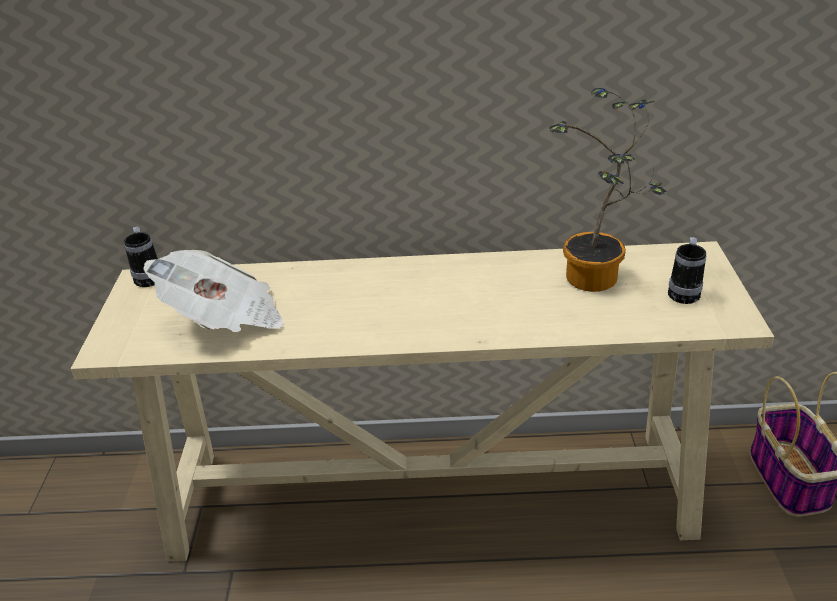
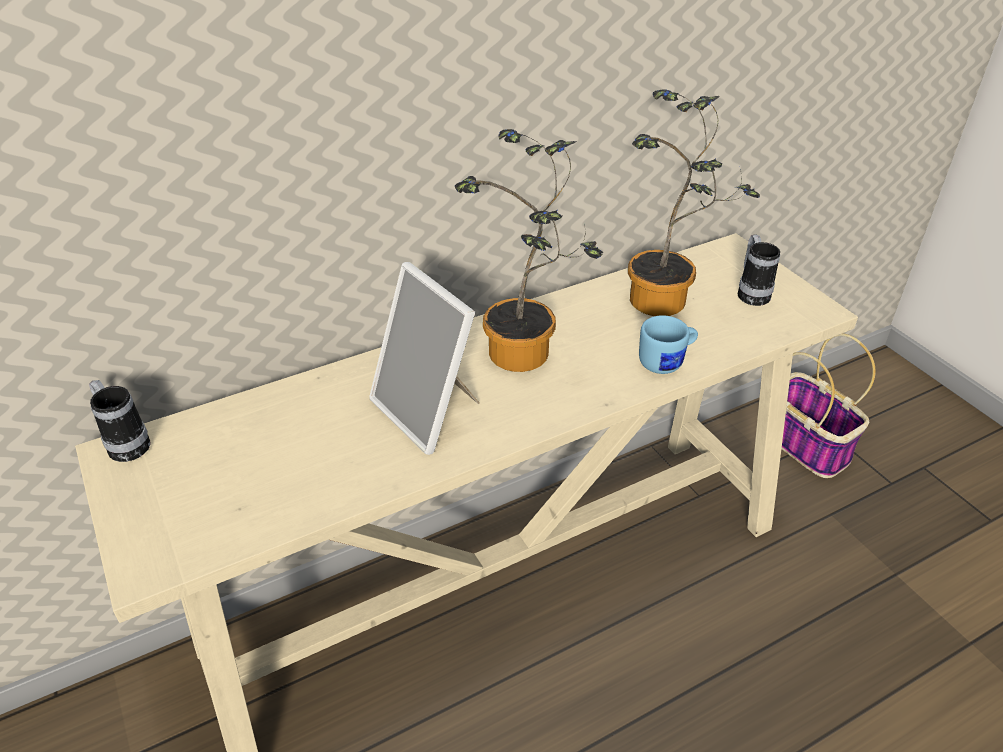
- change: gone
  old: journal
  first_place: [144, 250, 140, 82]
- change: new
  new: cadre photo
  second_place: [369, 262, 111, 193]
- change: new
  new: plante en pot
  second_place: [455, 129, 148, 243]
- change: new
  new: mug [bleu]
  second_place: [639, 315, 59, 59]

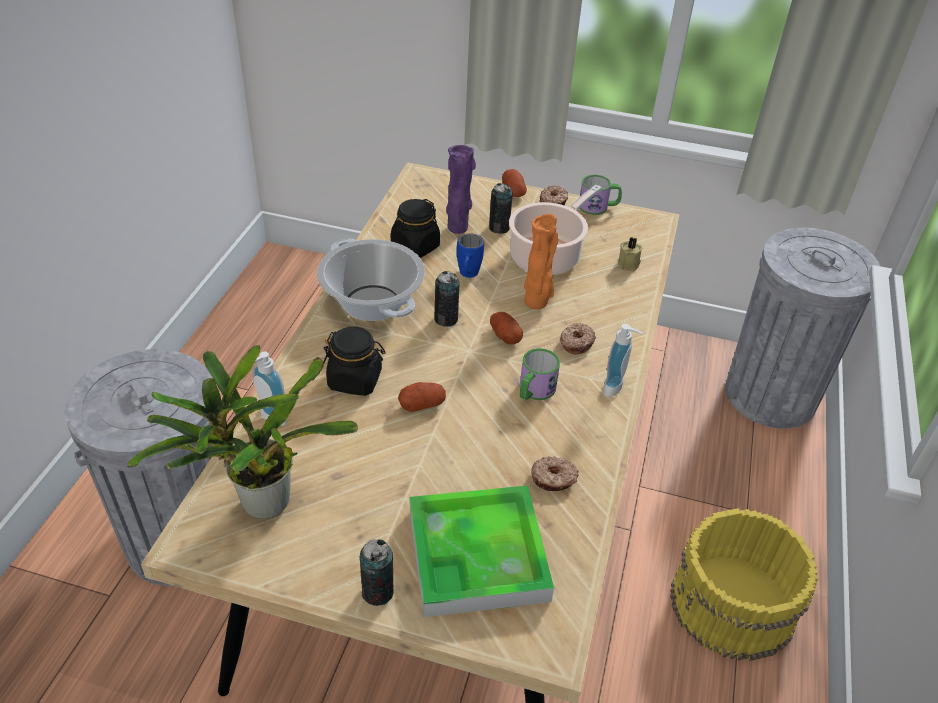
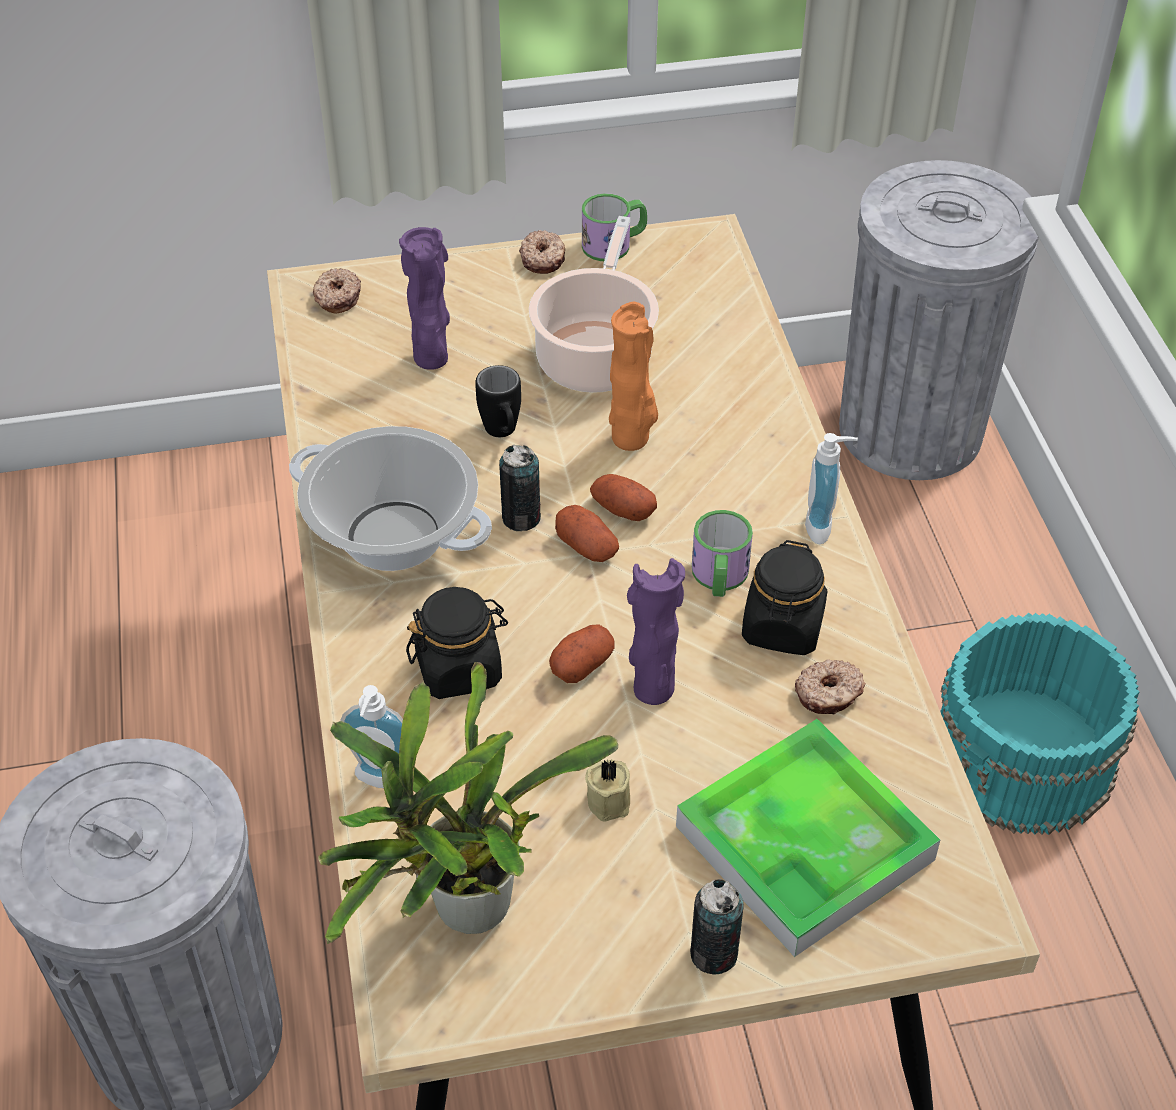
- change: shifted
  old: bocal [noir]
  first_place: [391, 199, 49, 59]
  second_place: [742, 540, 85, 115]
- change: repainted
  old: mug [bleu]
  new: mug [noir]
  first_place: [457, 233, 27, 45]
  second_place: [475, 365, 46, 72]
- change: gone
  old: boîte métallique
  first_place: [489, 183, 24, 51]
- change: shifted
  old: pomme de terre
  first_place: [502, 169, 25, 28]
  second_place: [555, 505, 64, 57]
- change: shifted
  old: beignet
  first_place: [560, 323, 36, 31]
  second_place: [313, 268, 48, 45]
- change: shifted
  old: bougie [beige]
  first_place: [618, 237, 24, 34]
  second_place: [585, 759, 45, 63]
- change: repainted
  old: seau [jaune]
  new: seau [turquoise]
  first_place: [670, 508, 148, 153]
  second_place: [940, 613, 200, 222]
- change: new
  new: vase [violet]
  second_place: [627, 558, 58, 147]

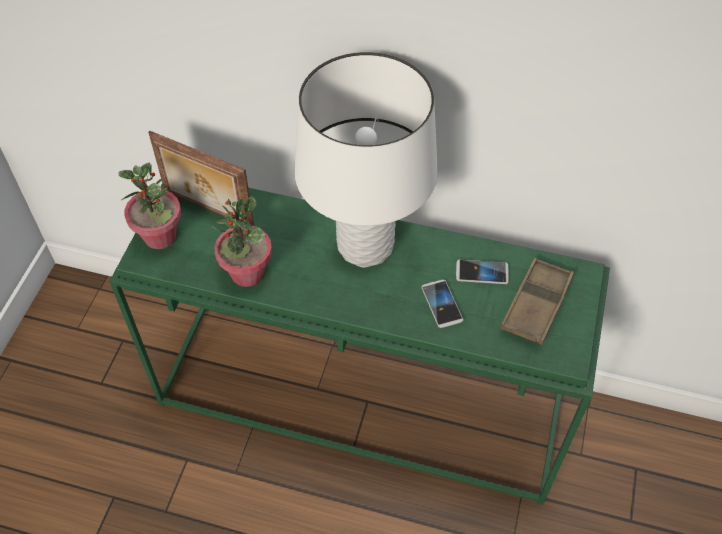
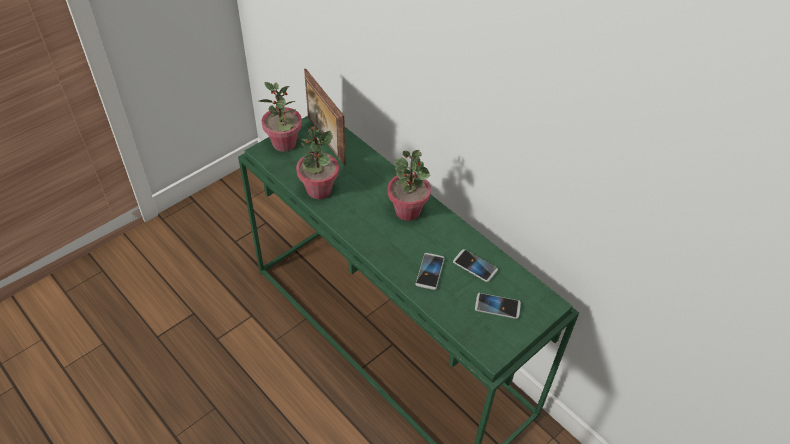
- change: swapped
  old: lampe de table [blanc]
  new: plante en pot
  first_place: [294, 52, 144, 216]
  second_place: [388, 150, 43, 71]
- change: swapped
  old: plateau [marron]
  new: téléphone
  first_place: [500, 258, 74, 87]
  second_place: [475, 293, 46, 26]

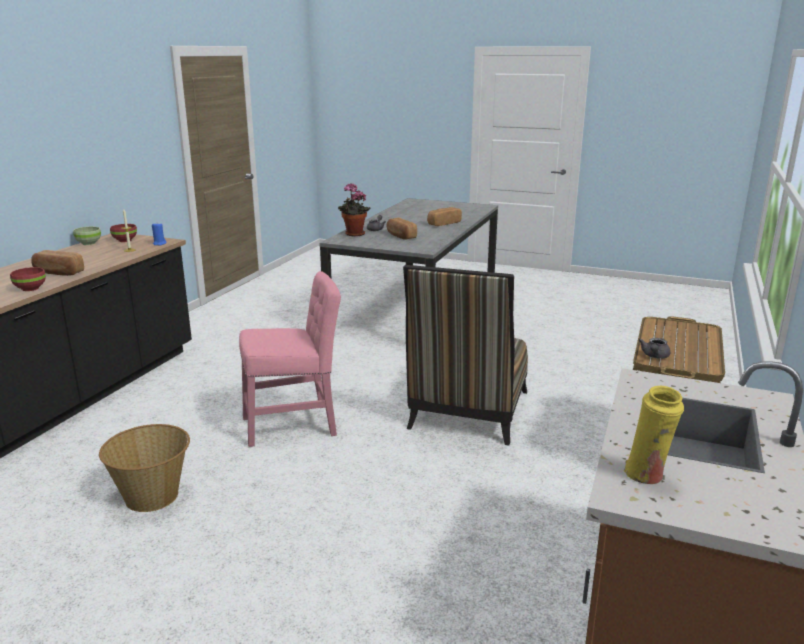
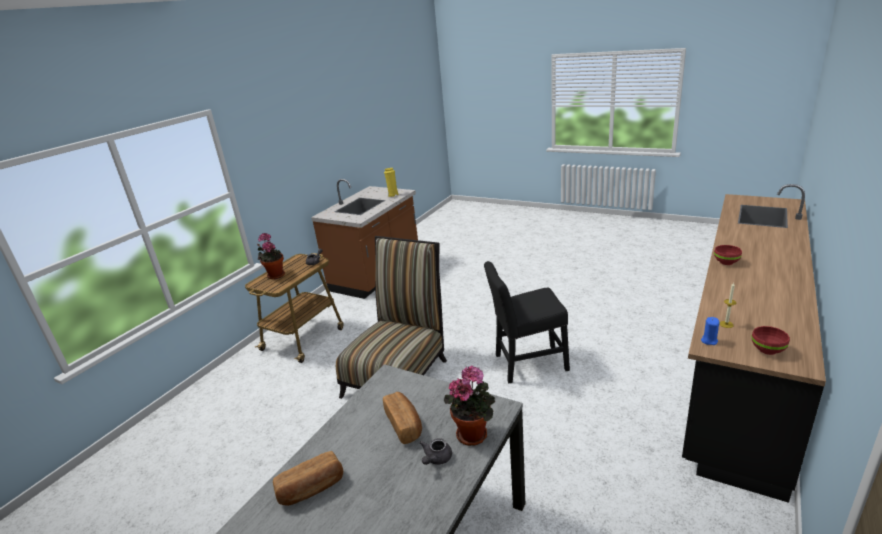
- change: gone
  old: pain
  first_place: [31, 250, 53, 26]
- change: gone
  old: bol [vert]
  first_place: [73, 226, 28, 19]
- change: gone
  old: panier
  first_place: [99, 424, 91, 88]
- change: repainted
  old: chaise [rose]
  new: chaise [noir]
  first_place: [239, 271, 102, 176]
  second_place: [484, 261, 86, 122]
- change: new
  new: plante en pot
  second_place: [257, 233, 28, 46]

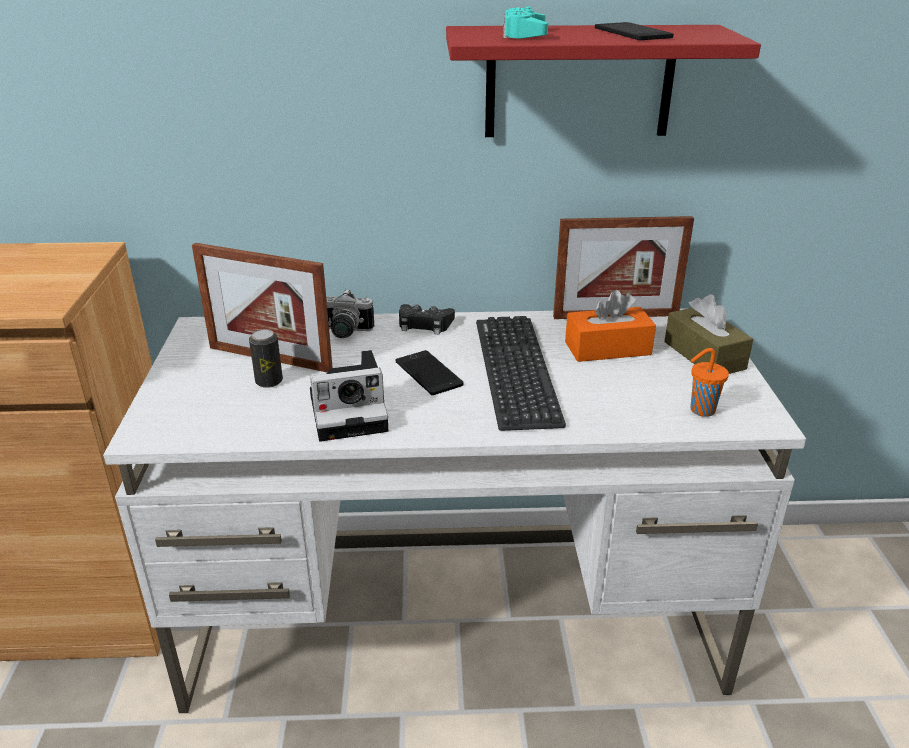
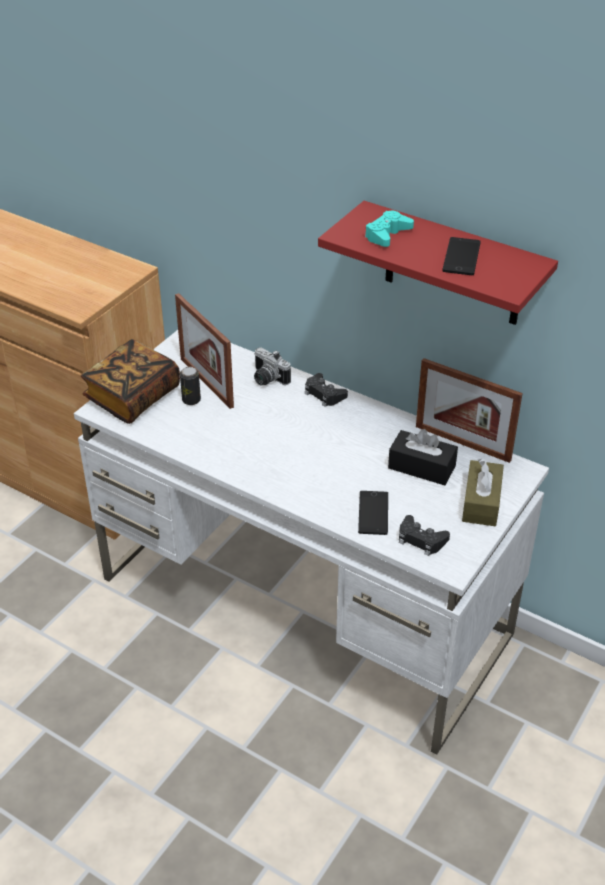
- change: gone
  old: appareil photo
  first_place: [310, 350, 78, 92]
- change: shifted
  old: téléphone
  first_place: [396, 350, 68, 45]
  second_place: [358, 491, 30, 44]
- change: gone
  old: clavier
  first_place: [476, 316, 90, 115]
- change: repainted
  old: boîte à mouchoirs [orange]
  new: boîte à mouchoirs [noir]
  first_place: [565, 290, 91, 72]
  second_place: [388, 429, 70, 56]
- change: swapped
  old: tasse [orange]
  new: manette [noir]
  first_place: [691, 348, 38, 69]
  second_place: [399, 515, 51, 41]
- change: new
  new: livre
  second_place: [81, 339, 99, 85]

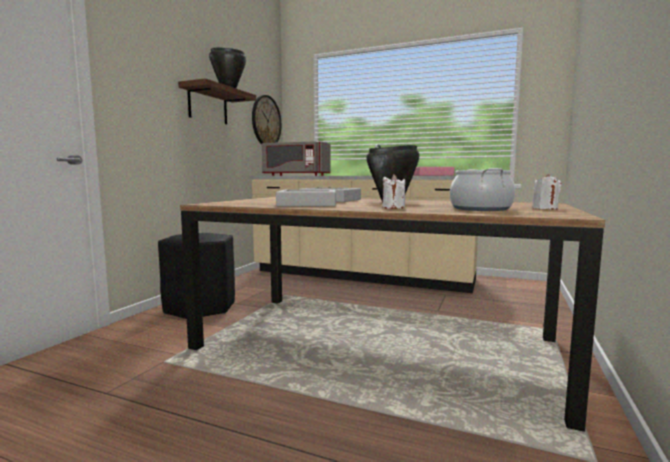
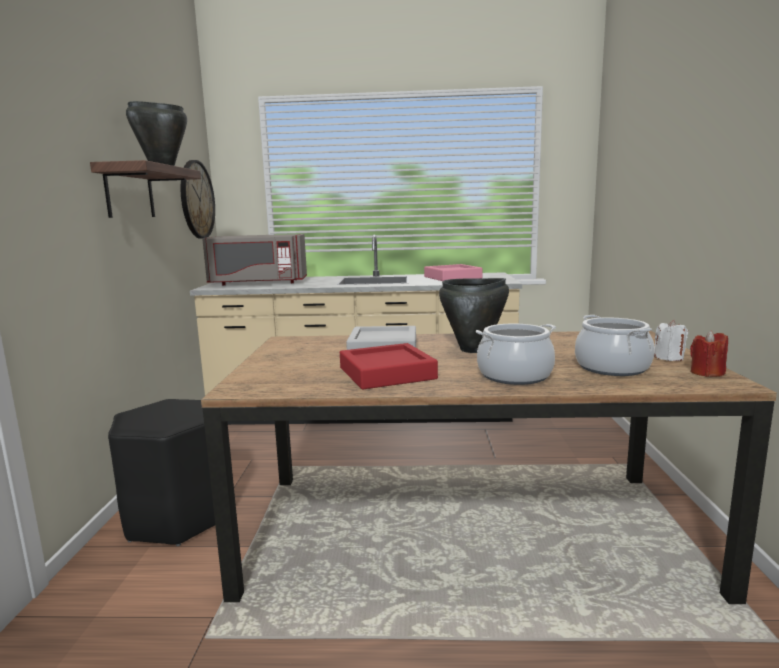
- change: repainted
  old: plateau [gris]
  new: plateau [rouge]
  first_place: [276, 190, 60, 17]
  second_place: [340, 343, 98, 46]
- change: swapped
  old: bougie [blanc]
  new: marmite
  first_place: [382, 174, 23, 35]
  second_place: [476, 324, 80, 61]
- change: new
  new: bougie [rouge]
  second_place: [690, 331, 38, 46]

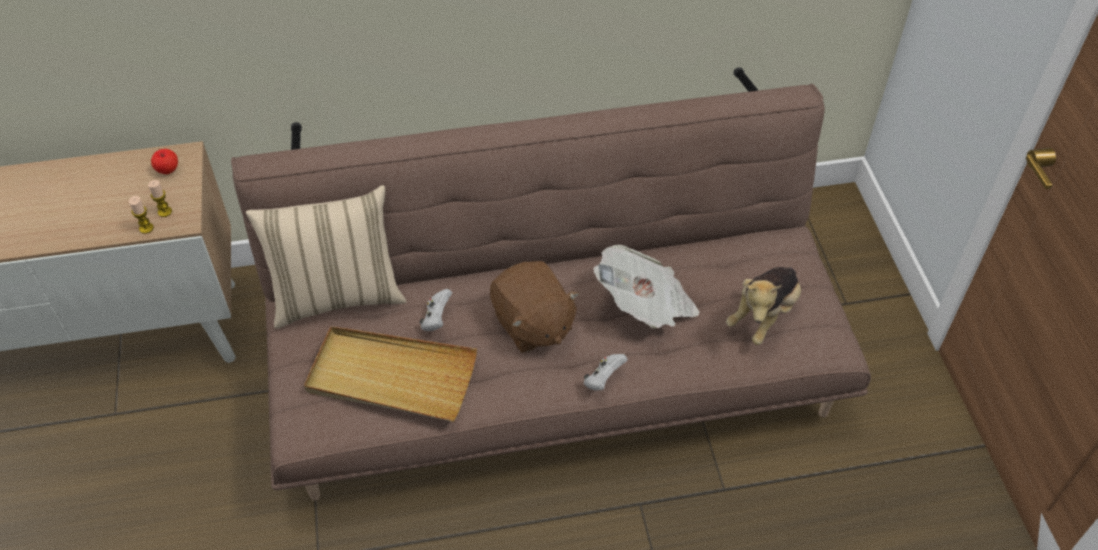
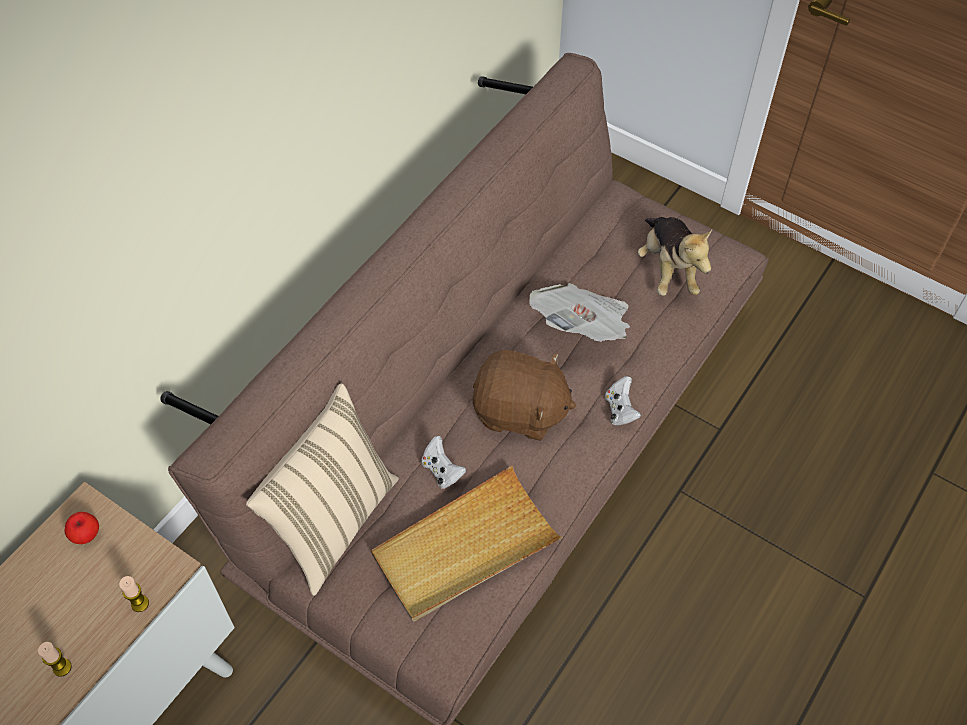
- change: shifted
  old: bougie
  first_place: [148, 180, 24, 37]
  second_place: [38, 642, 34, 35]

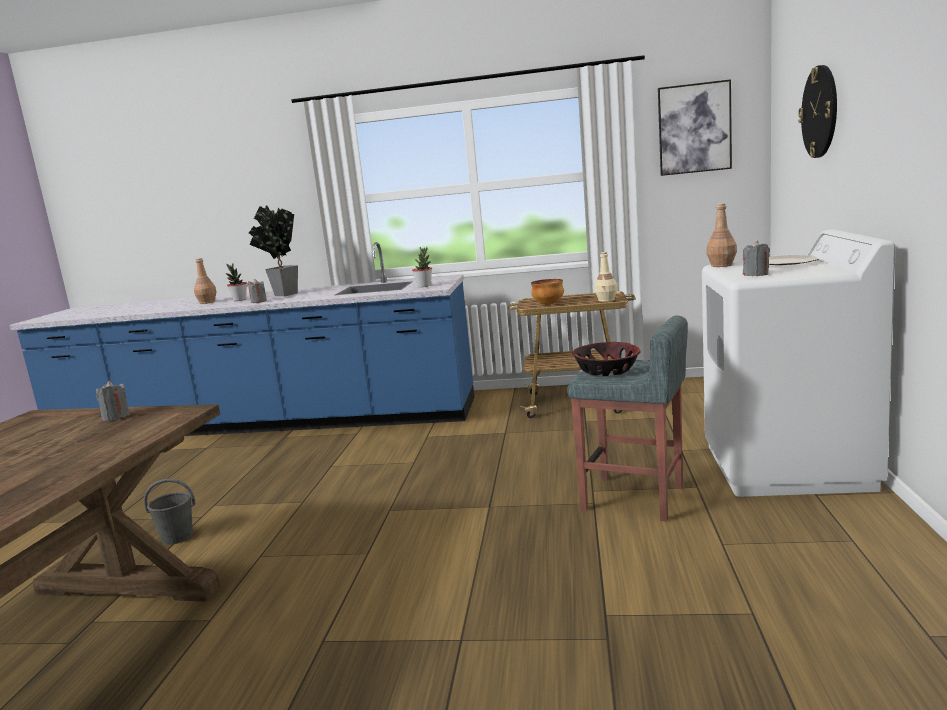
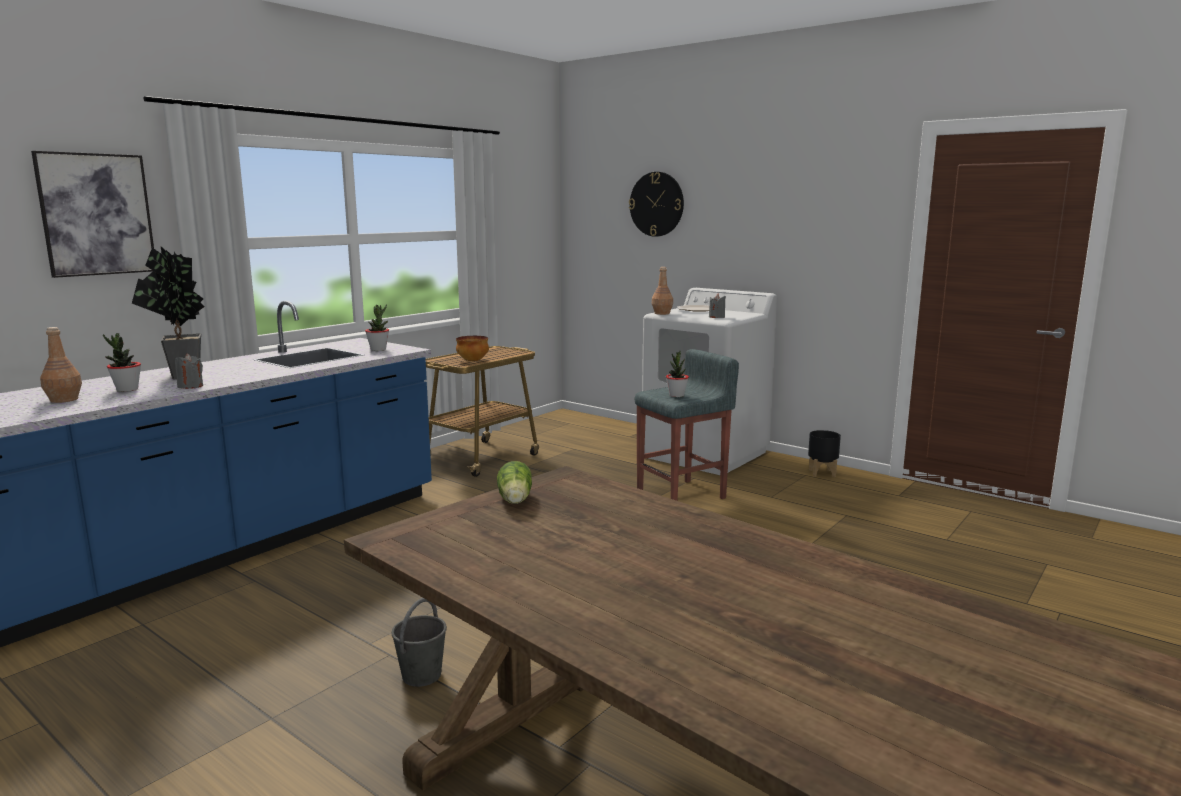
- change: swapped
  old: bougie [gris]
  new: laitue
  first_place: [96, 381, 34, 40]
  second_place: [497, 461, 35, 43]
- change: swapped
  old: bol
  new: plante en pot
  first_place: [572, 342, 69, 34]
  second_place: [666, 351, 23, 46]
- change: gone
  old: bouteille [beige]
  first_place: [594, 252, 23, 50]
- change: shifted
  old: tableau
  first_place: [658, 79, 74, 97]
  second_place: [31, 151, 123, 127]
- change: new
  new: cache-pot [noir]
  second_place: [808, 430, 33, 47]

